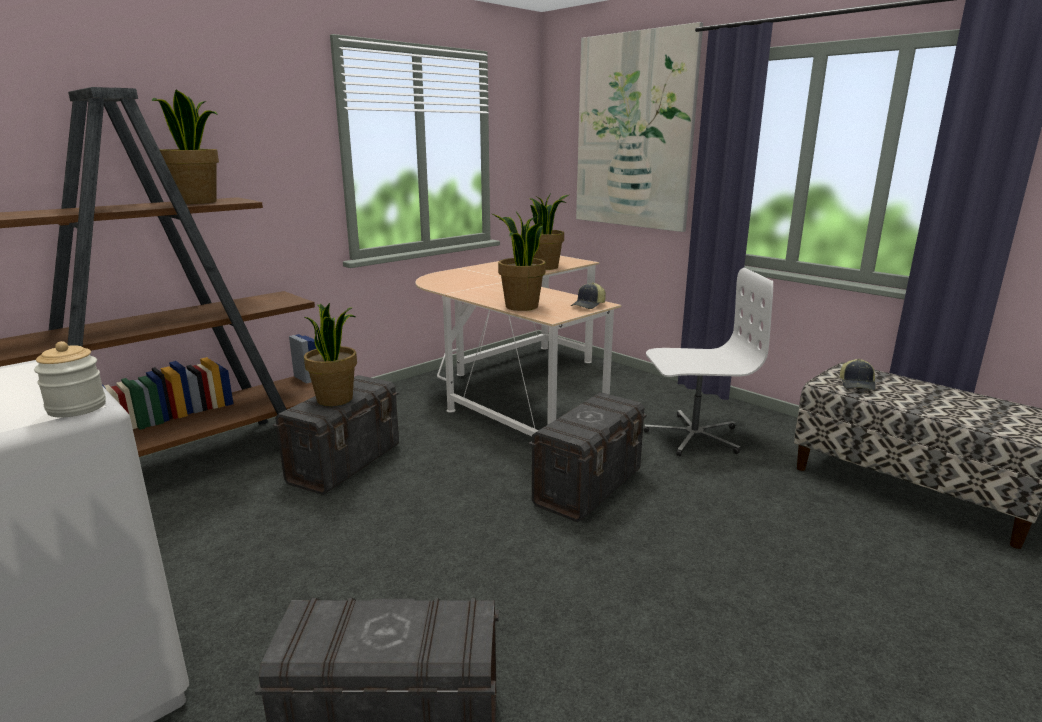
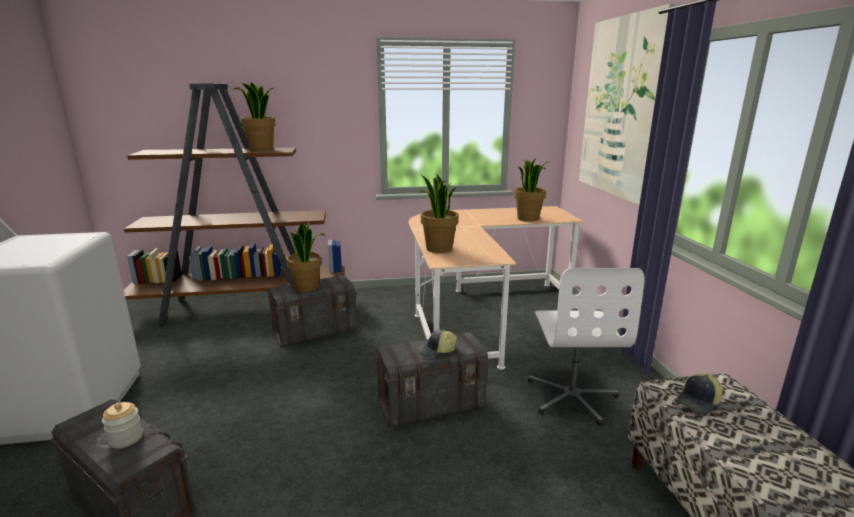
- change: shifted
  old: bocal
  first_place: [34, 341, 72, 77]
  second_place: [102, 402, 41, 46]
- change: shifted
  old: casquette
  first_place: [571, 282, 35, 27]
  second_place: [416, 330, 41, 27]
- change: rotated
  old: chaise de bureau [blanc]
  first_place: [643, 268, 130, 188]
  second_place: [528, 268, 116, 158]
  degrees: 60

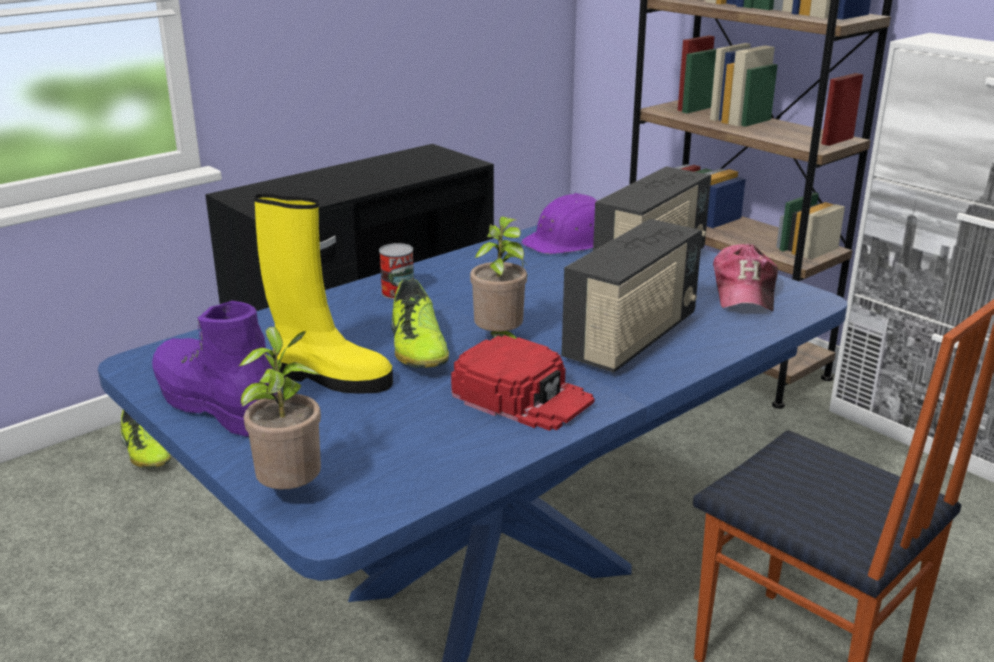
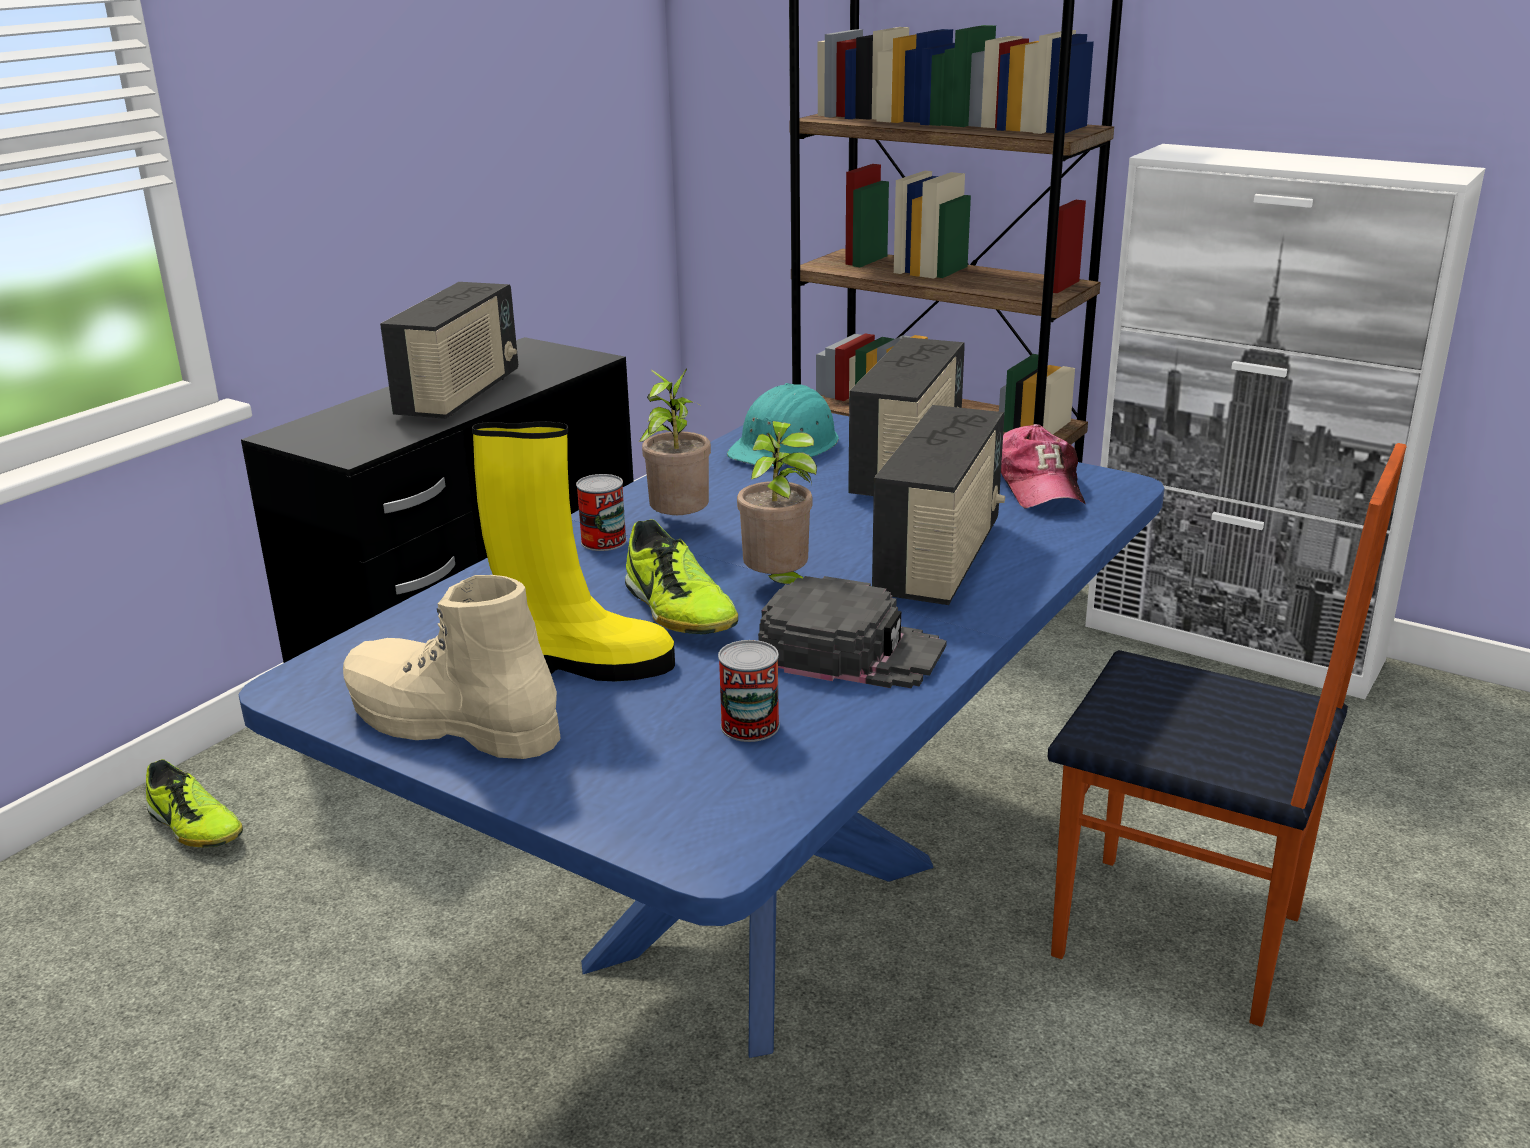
- change: repainted
  old: botte [violet]
  new: botte [beige]
  first_place: [152, 301, 126, 136]
  second_place: [343, 575, 218, 184]
- change: shifted
  old: plante en pot
  first_place: [239, 326, 82, 164]
  second_place: [639, 368, 72, 147]
- change: repainted
  old: casquette [rouge]
  new: casquette [noir]
  first_place: [451, 335, 144, 96]
  second_place: [758, 576, 189, 112]
- change: repainted
  old: casque de chantier [violet]
  new: casque de chantier [turquoise]
  first_place: [521, 193, 76, 61]
  second_place: [727, 383, 112, 84]
- change: new
  new: radio
  second_place: [380, 282, 138, 137]
- change: new
  new: boîte métallique
  second_place: [718, 640, 62, 102]

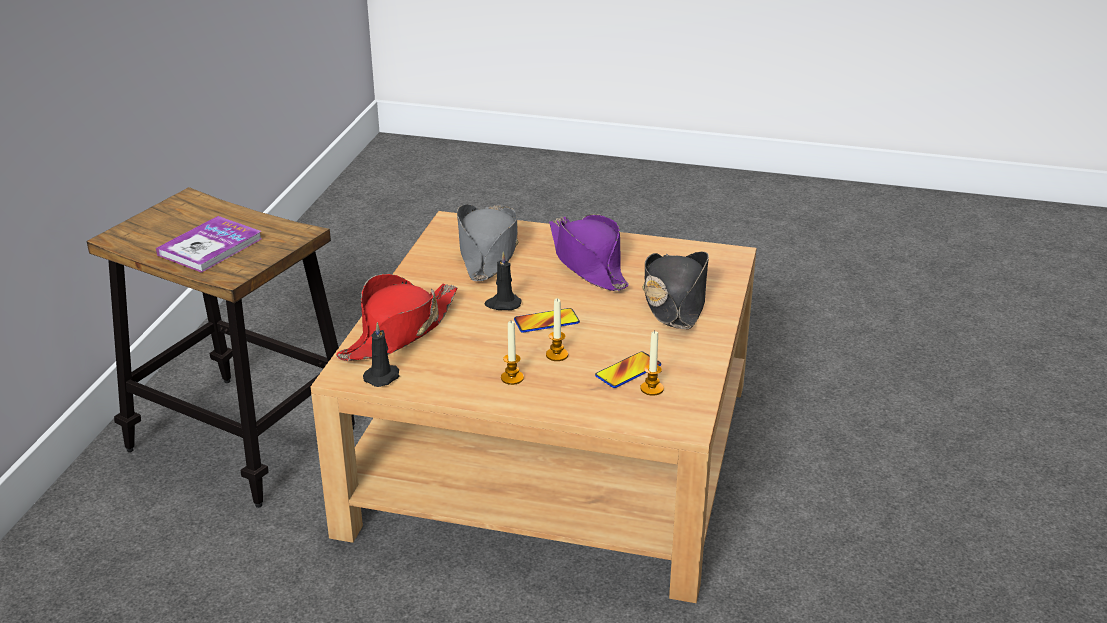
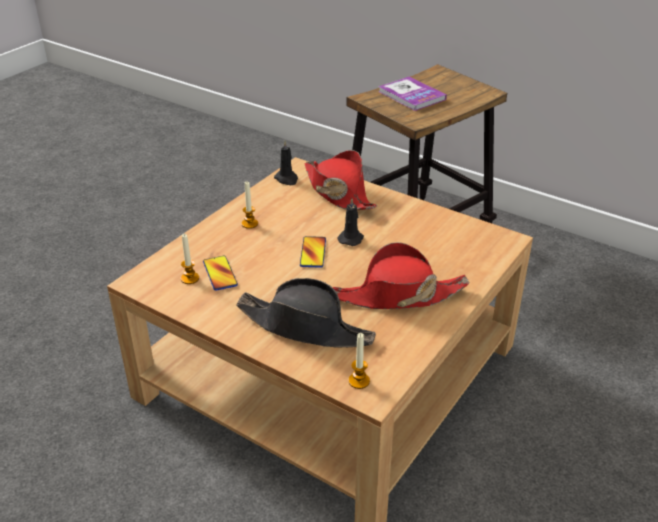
- change: gone
  old: chapeau [gris]
  first_place: [457, 204, 61, 77]
- change: shifted
  old: bougie
  first_place: [546, 298, 22, 63]
  second_place: [348, 333, 22, 56]
- change: repainted
  old: chapeau [violet]
  new: chapeau [rouge]
  first_place: [549, 214, 80, 77]
  second_place: [333, 242, 136, 67]

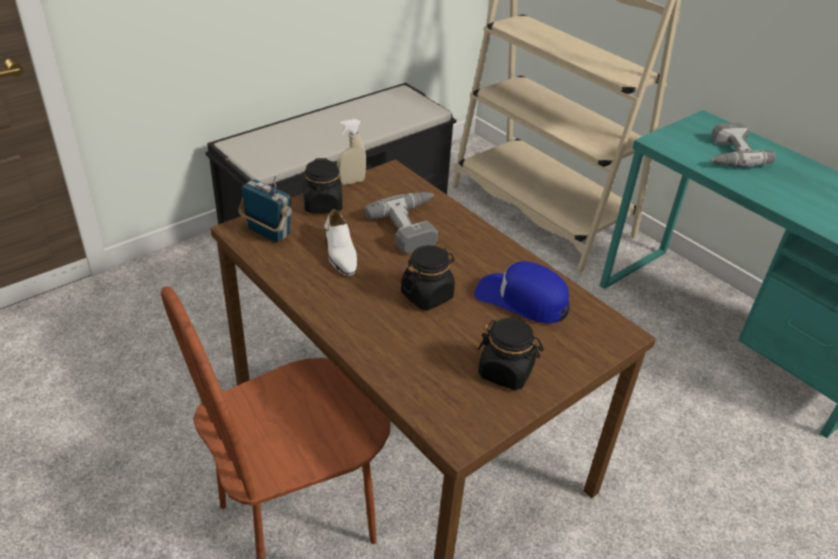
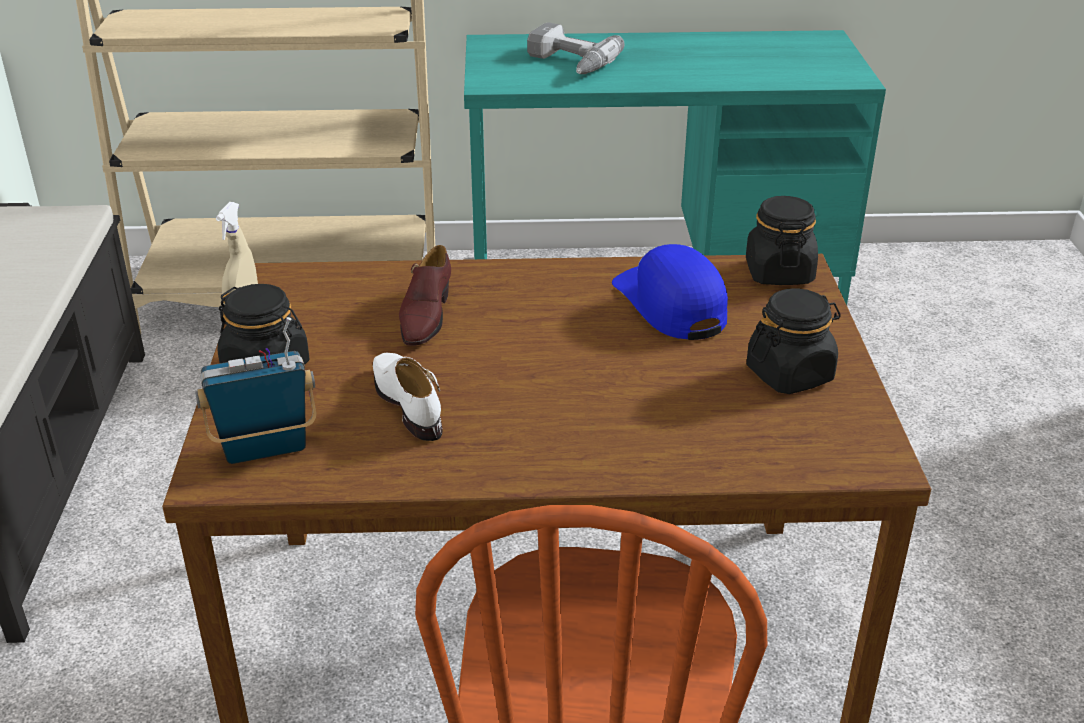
- change: rotated
  old: chaussure [blanc]
  first_place: [324, 209, 33, 67]
  second_place: [373, 353, 69, 88]
  degrees: -135
- change: swapped
  old: perceuse
  new: chaussure [marron]
  first_place: [364, 192, 74, 62]
  second_place: [399, 245, 52, 101]
- change: shifted
  old: bocal [noir]
  first_place: [401, 245, 54, 65]
  second_place: [746, 196, 72, 89]
- change: rotated
  old: casquette [bleu]
  first_place: [474, 261, 96, 63]
  second_place: [612, 244, 116, 96]
  degrees: 90

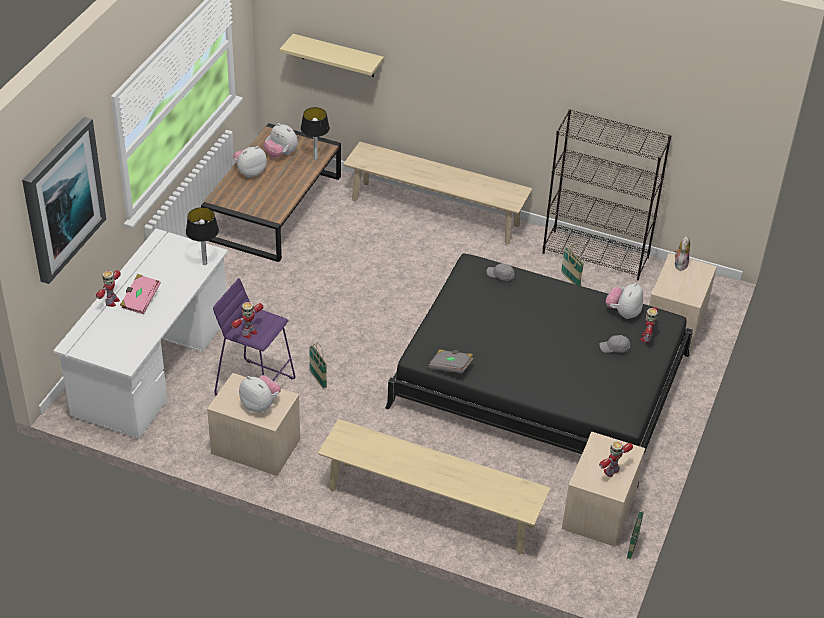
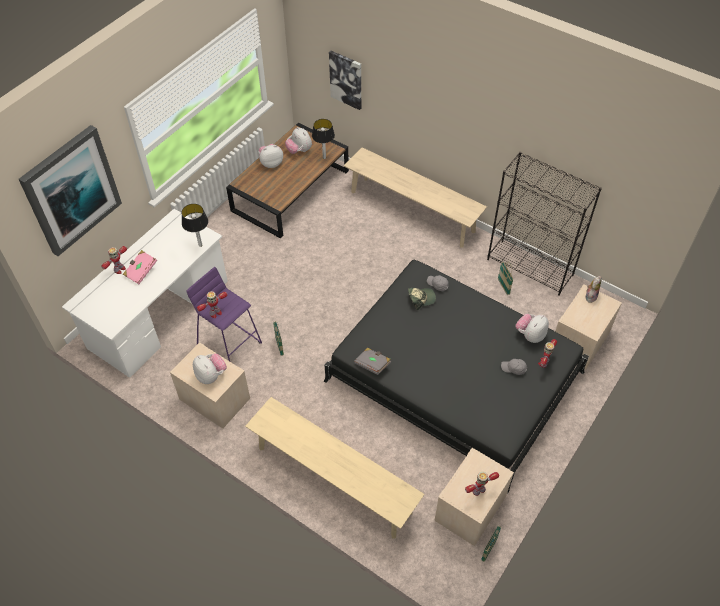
- change: swapped
  old: étagère [beige]
  new: tableau
  first_place: [280, 34, 104, 43]
  second_place: [329, 51, 32, 59]
- change: new
  new: casquette
  second_place: [408, 288, 28, 22]

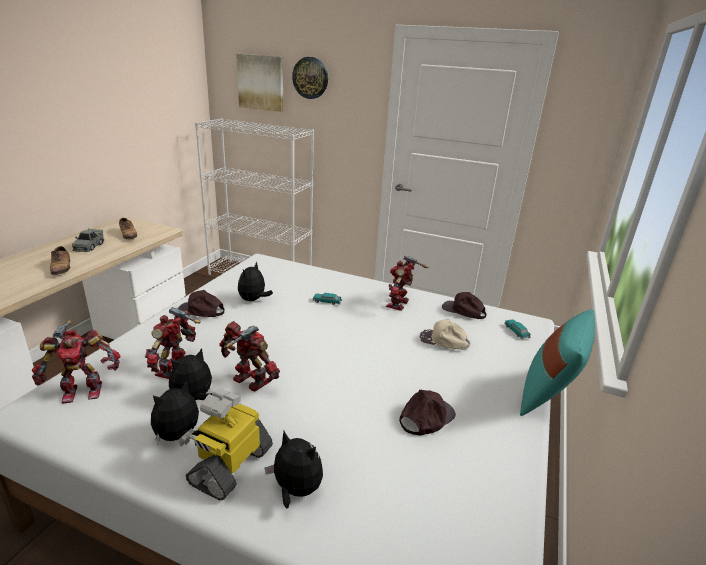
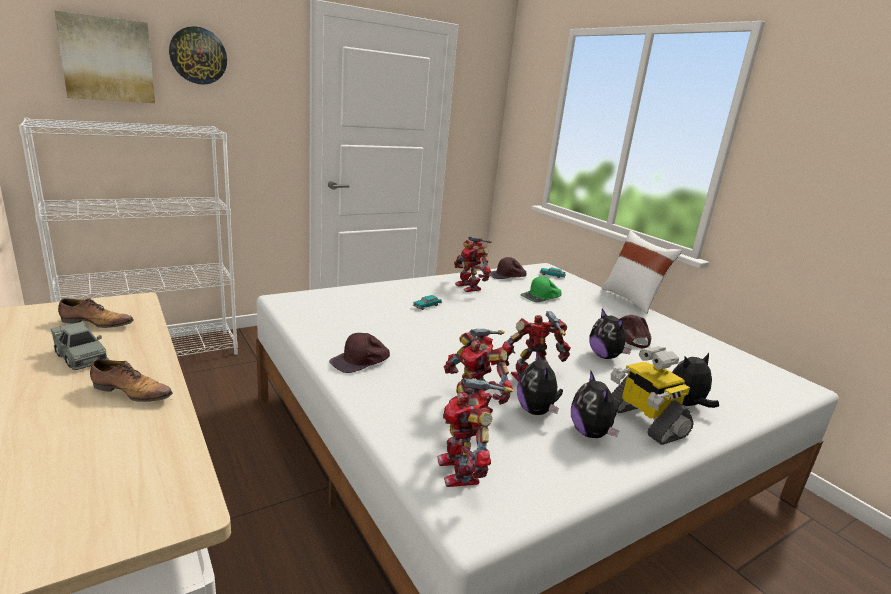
- change: rotated
  old: robot jouet
  first_place: [32, 320, 89, 84]
  second_place: [437, 378, 76, 109]
  degrees: 150
- change: shifted
  old: peluche
  first_place: [238, 261, 35, 40]
  second_place: [589, 309, 42, 50]
- change: repainted
  old: casquette [beige]
  new: casquette [vert]
  first_place: [420, 319, 50, 31]
  second_place: [520, 277, 42, 25]
- change: repainted
  old: coussin [turquoise]
  new: coussin [blanc]
  first_place: [520, 309, 75, 107]
  second_place: [601, 231, 81, 83]

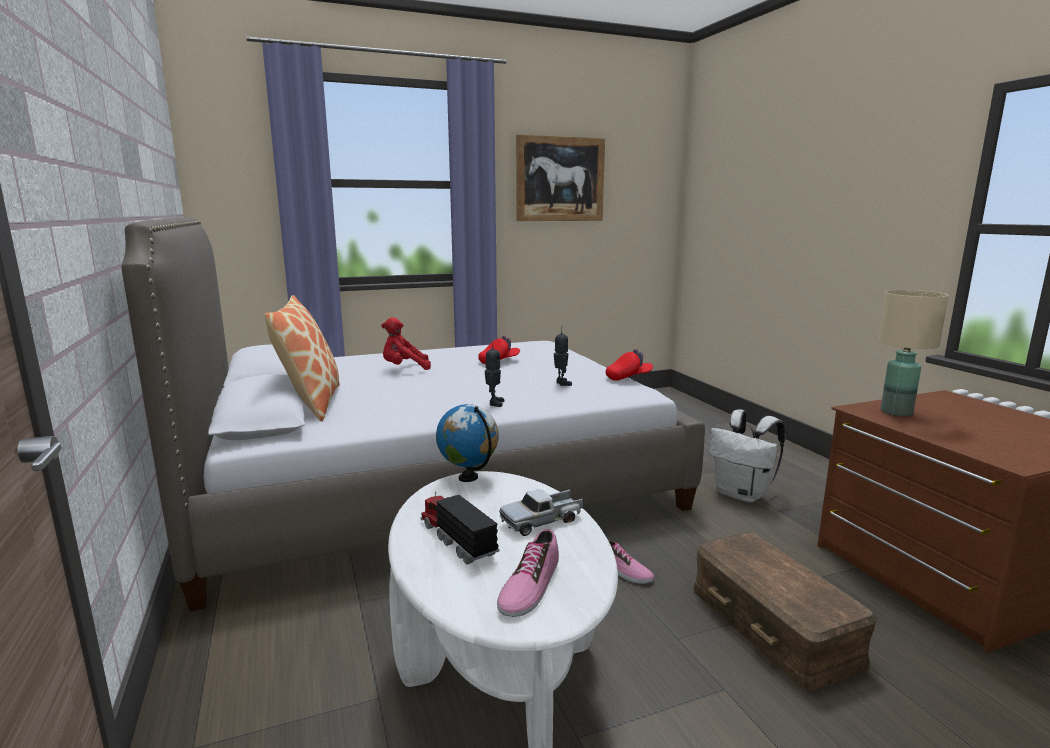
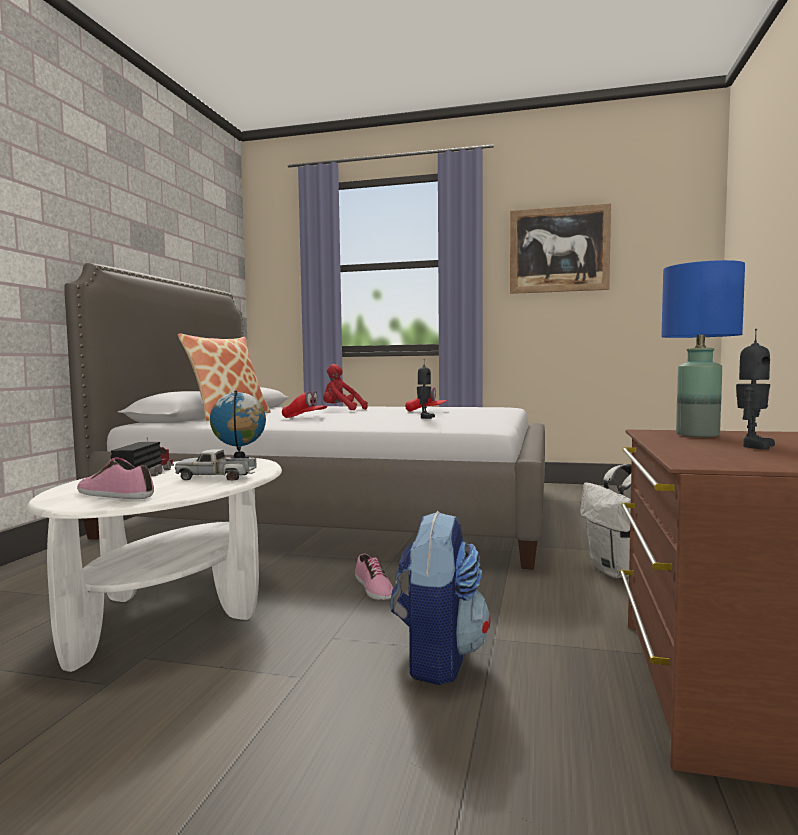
- change: shifted
  old: robot jouet
  first_place: [485, 341, 19, 66]
  second_place: [736, 329, 39, 121]
- change: rotated
  old: chaussure
  first_place: [497, 529, 62, 88]
  second_place: [77, 457, 77, 42]
  degrees: 60
- change: shifted
  old: casquette [rouge]
  first_place: [606, 349, 47, 32]
  second_place: [282, 391, 45, 27]
- change: swapped
  old: boîte de rangement [marron]
  new: sac à dos
  first_place: [693, 532, 185, 159]
  second_place: [390, 511, 100, 174]
- change: repainted
  old: lampe de table [beige]
  new: lampe de table [bleu]
  first_place: [878, 290, 71, 126]
  second_place: [662, 260, 83, 177]

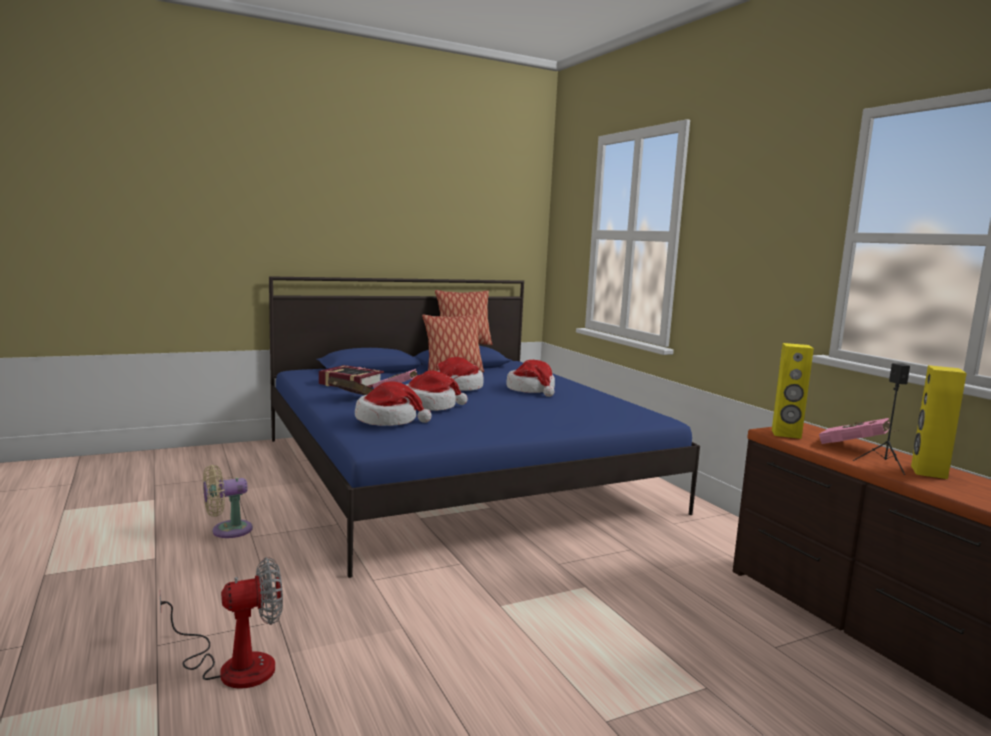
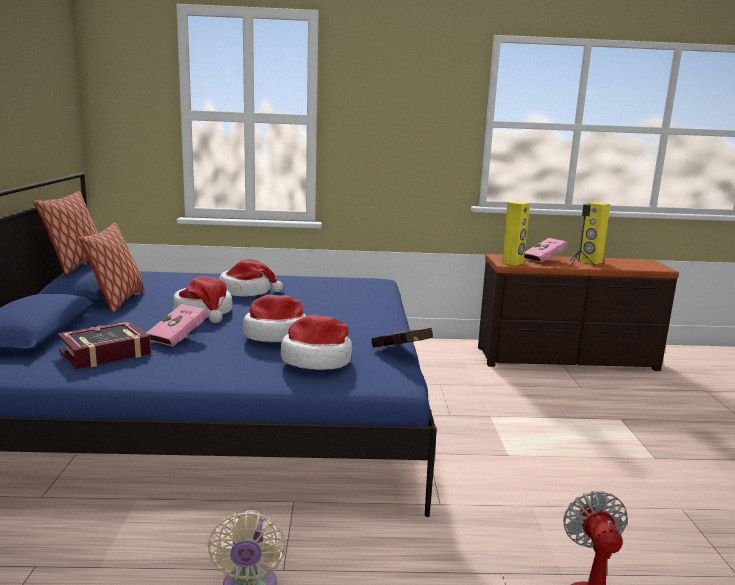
- change: shifted
  old: livre [rouge]
  first_place: [328, 376, 45, 19]
  second_place: [371, 328, 63, 20]

